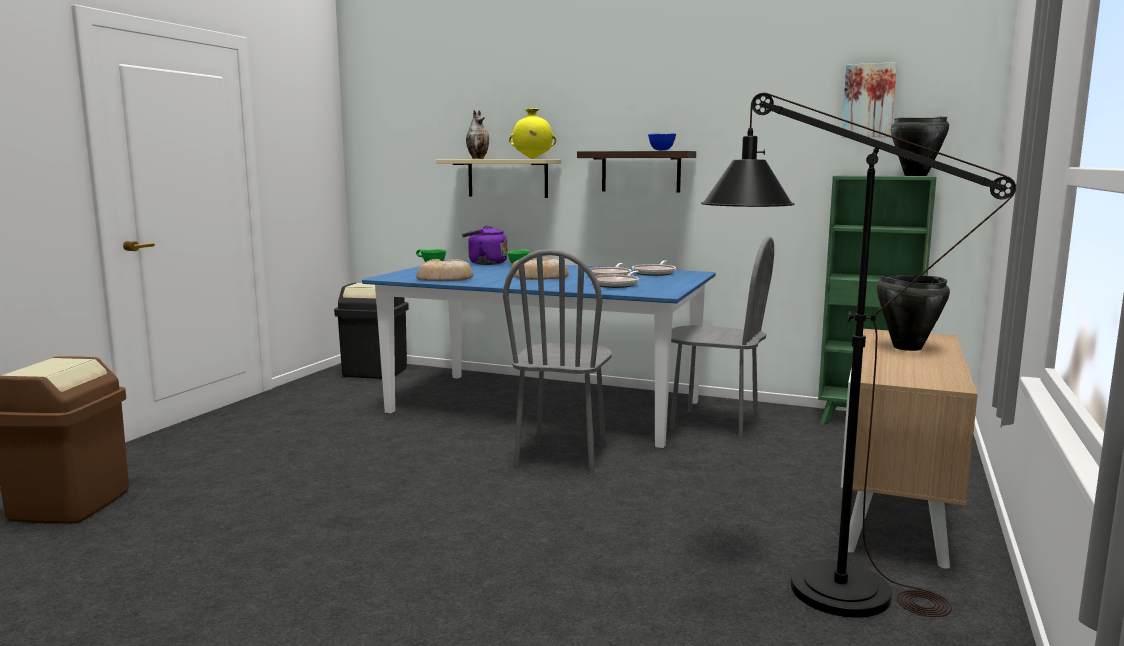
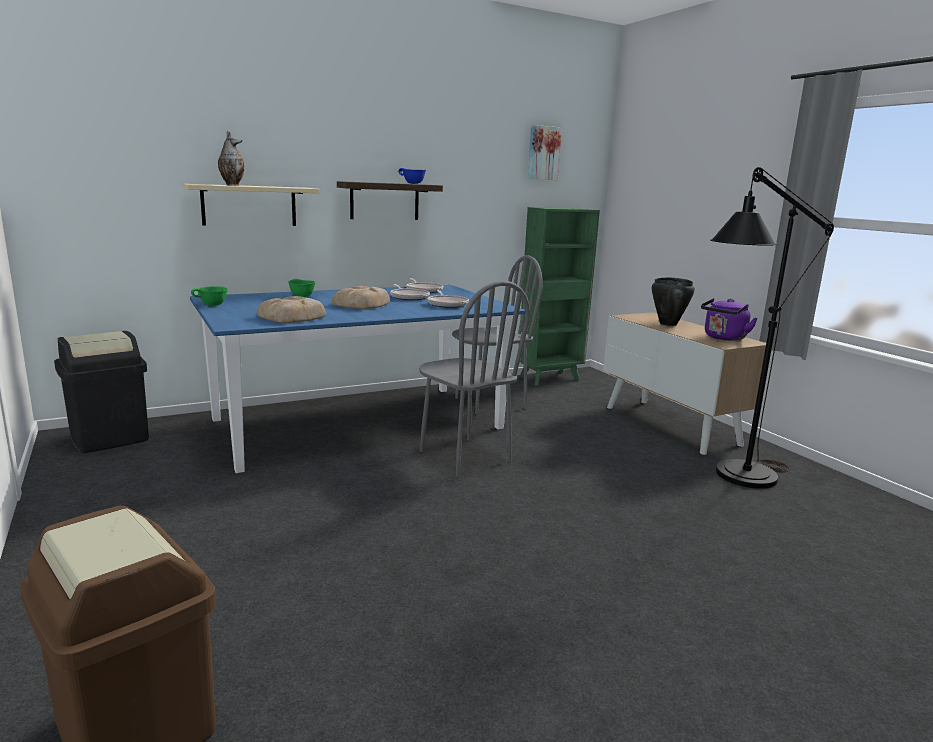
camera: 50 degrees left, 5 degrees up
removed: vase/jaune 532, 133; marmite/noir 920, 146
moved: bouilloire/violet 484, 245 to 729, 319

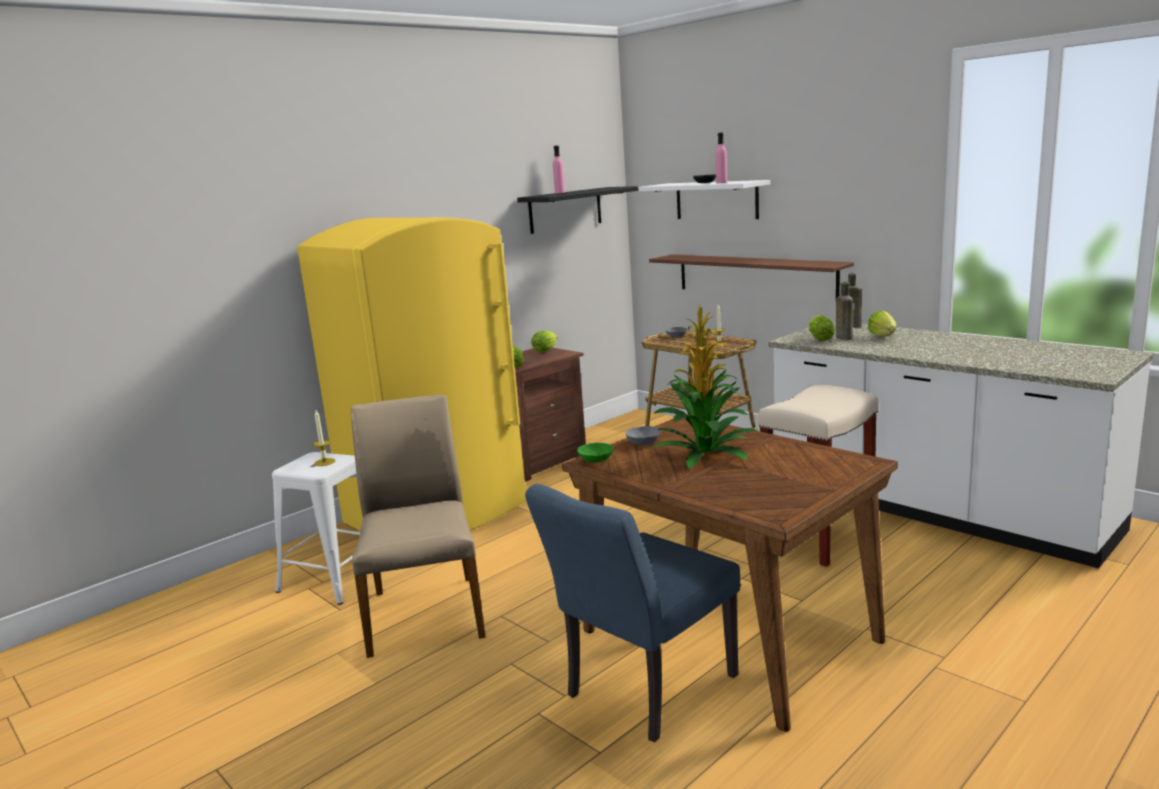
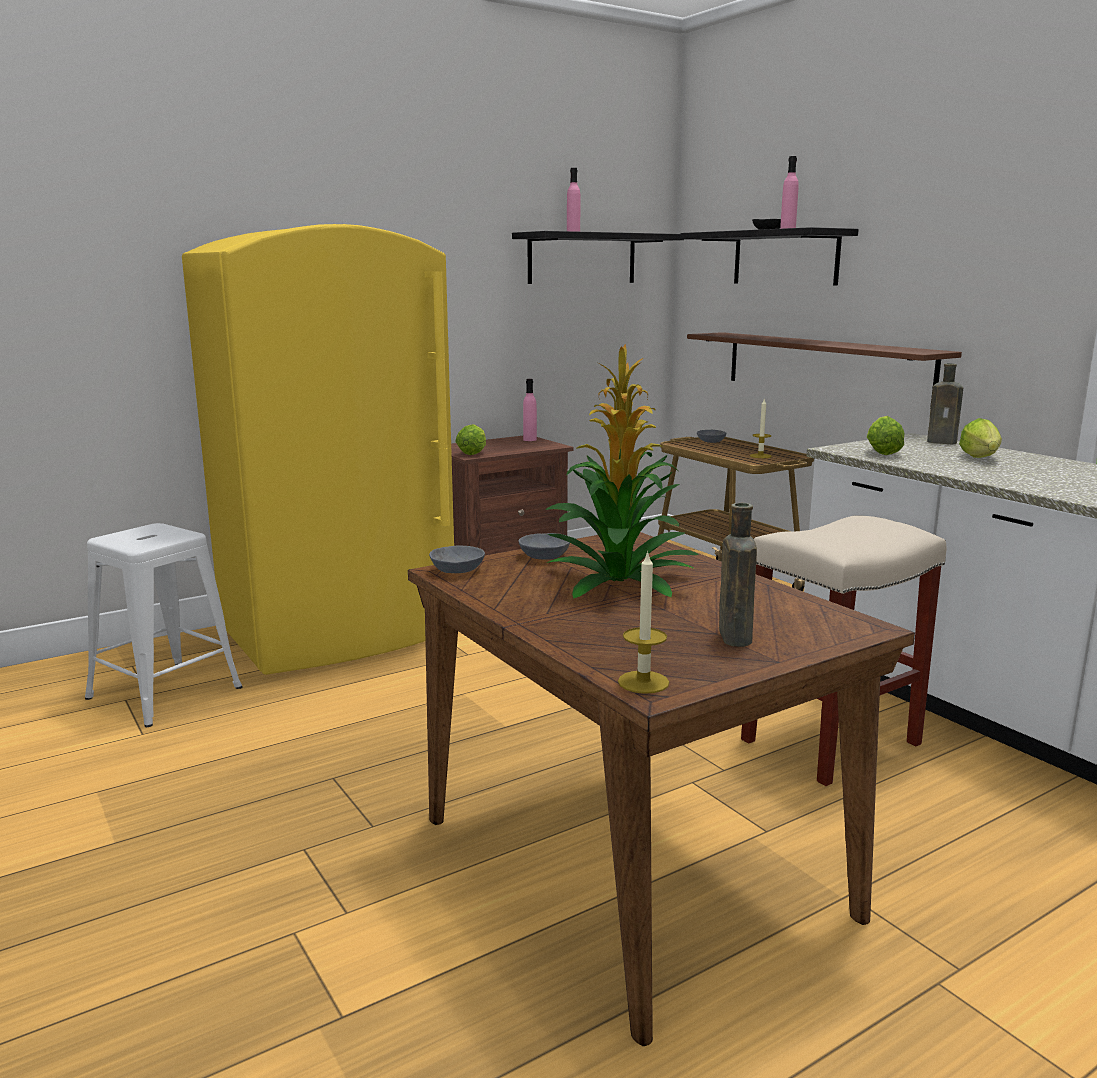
camera: 10 degrees right, 0 degrees up
removed: chaise/beige 418, 526; chaise/bleu 632, 613
moved: bougie 324, 438 to 643, 622; bouteille/marron 844, 311 to 738, 575
replaced: laitue 544, 341 to bouteille/rose 530, 410
recoloured: bol/vert 595, 453 to bol/gris 457, 559; étagère/blanc 704, 199 to étagère/noir 769, 256

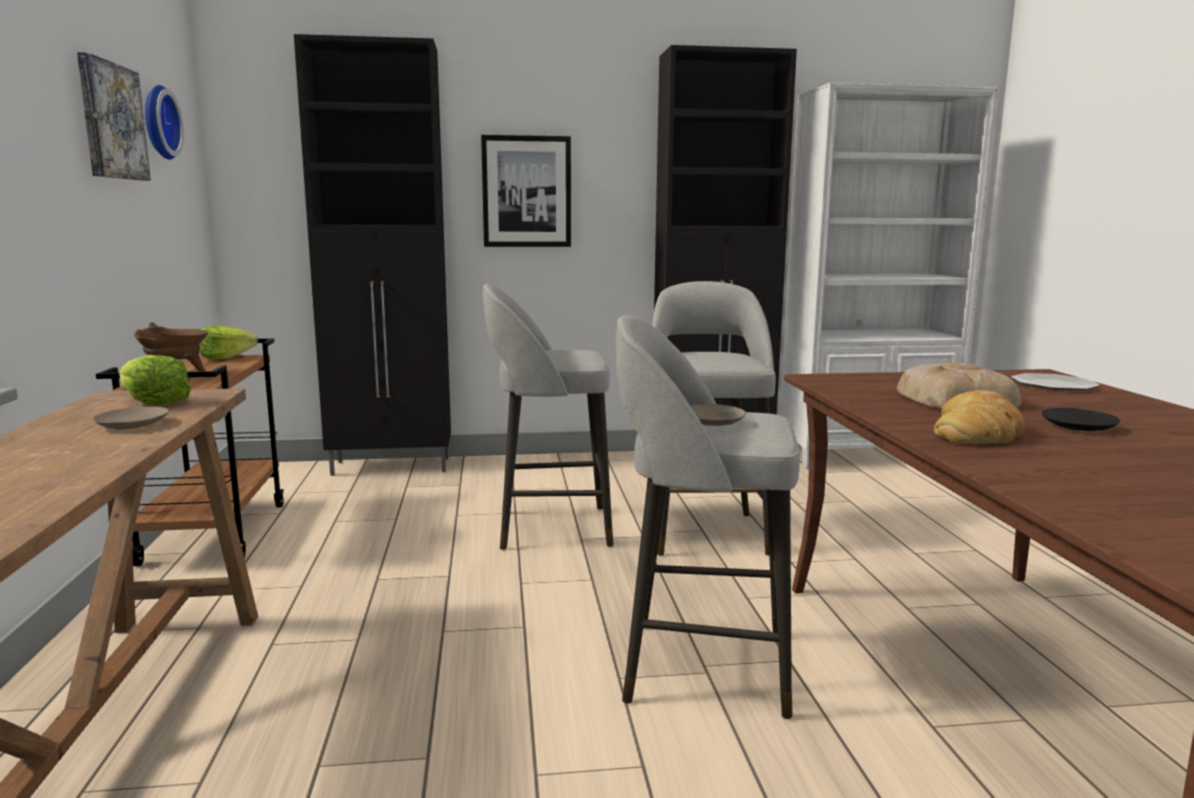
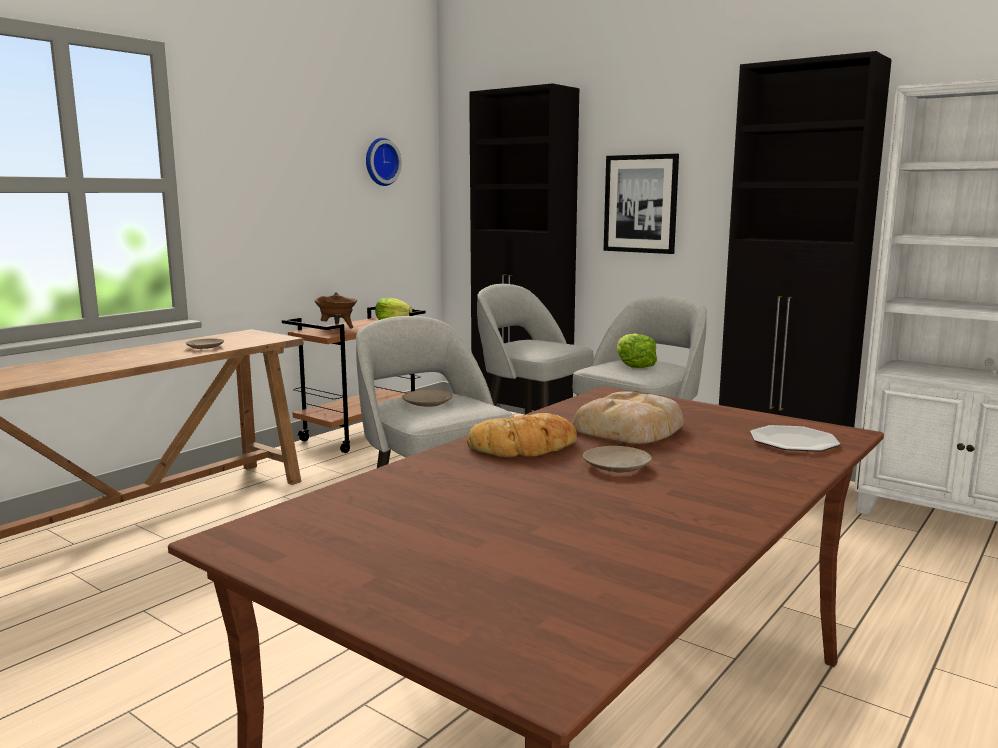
camera: 45 degrees right, 0 degrees up
removed: tableau 114, 116
moved: laitue 155, 380 to 637, 350
recoloured: assiette/noir 1080, 419 to assiette/beige 617, 459

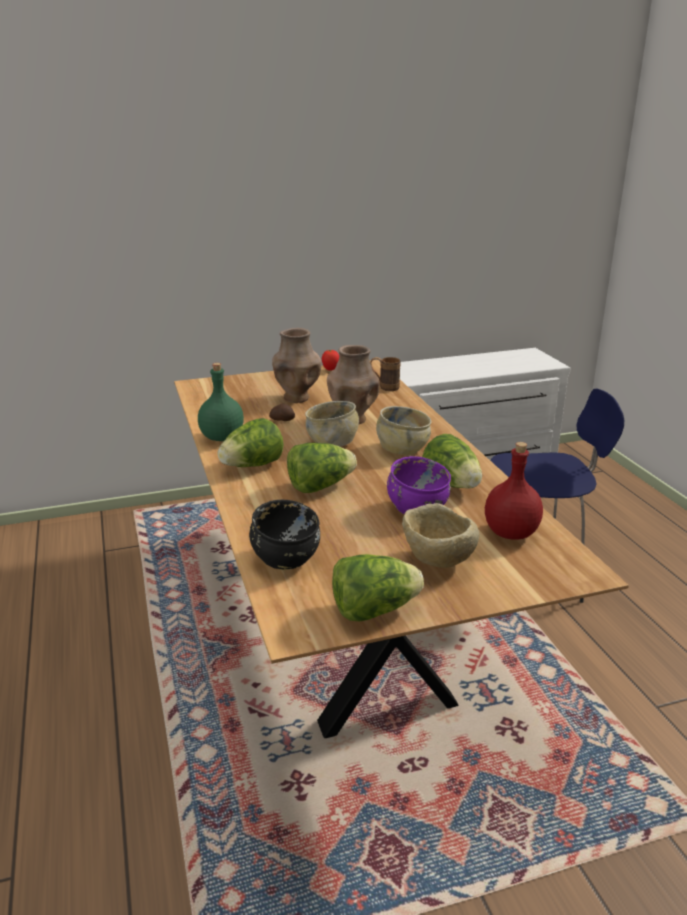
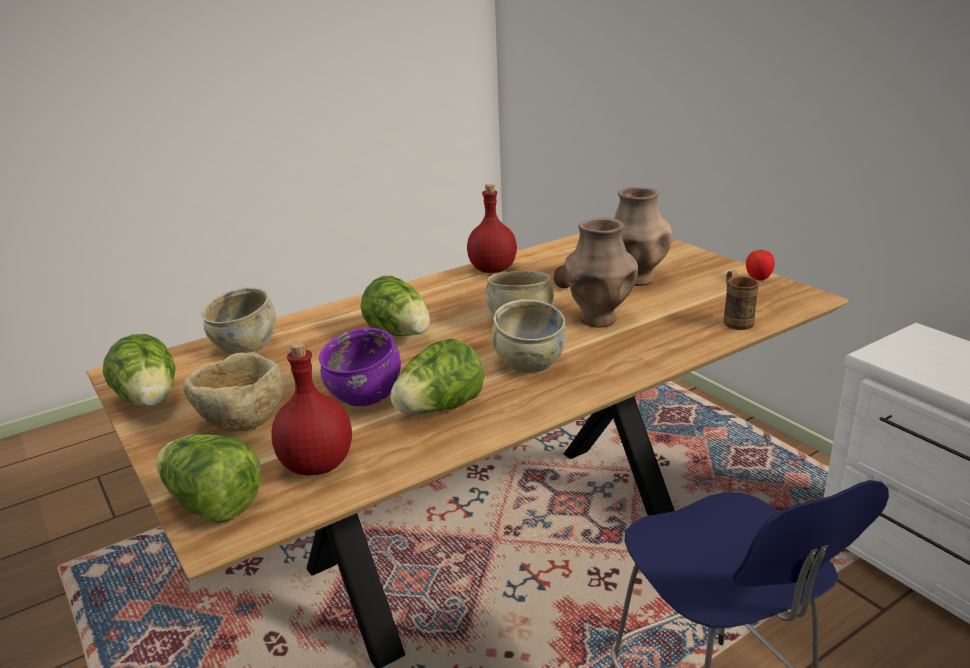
camera: 75 degrees right, 0 degrees up
moved: laitue 251, 442 to 208, 478
recoloured: bouteille/vert 221, 402 to bouteille/rouge 492, 228; bol/noir 284, 534 to bol/beige 238, 320

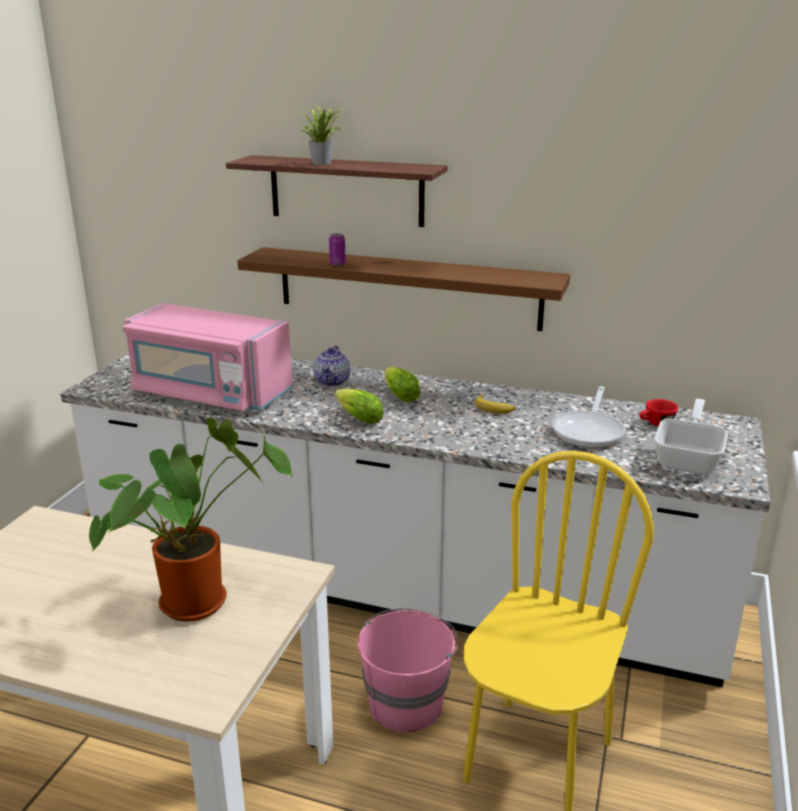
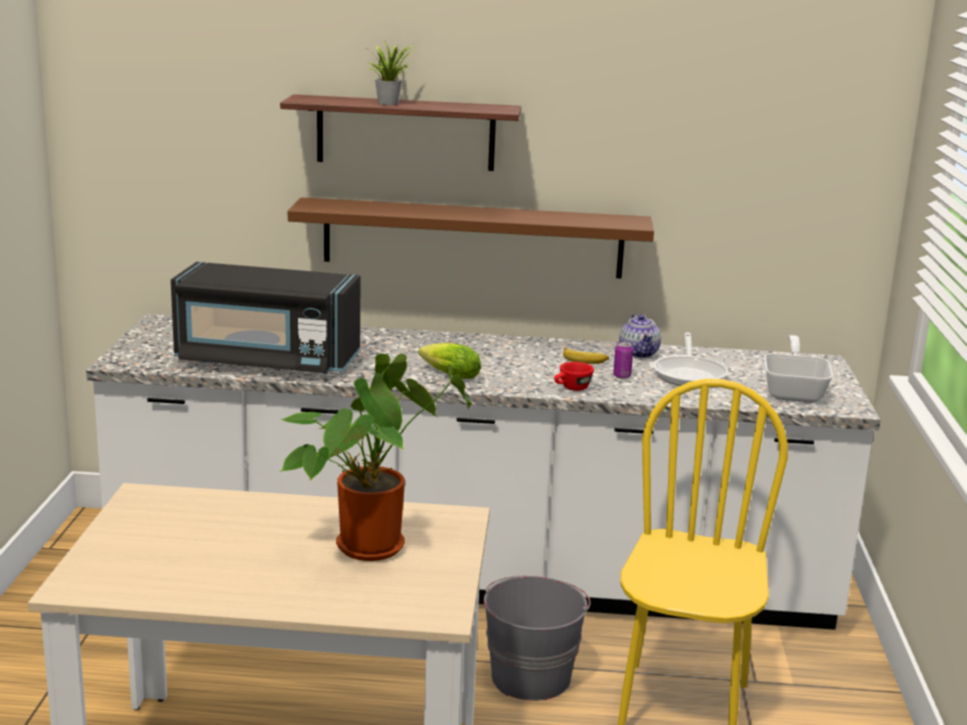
camera: 15 degrees left, 5 degrees down
removed: laitue 403, 384
moved: théière 332, 366 to 640, 336; boîte métallique 337, 249 to 623, 360; tasse/rouge 658, 412 to 574, 376
recoloured: micro-ondes/rose 207, 357 to micro-ondes/noir 266, 318; seau/rose 408, 670 to seau/gris 537, 638

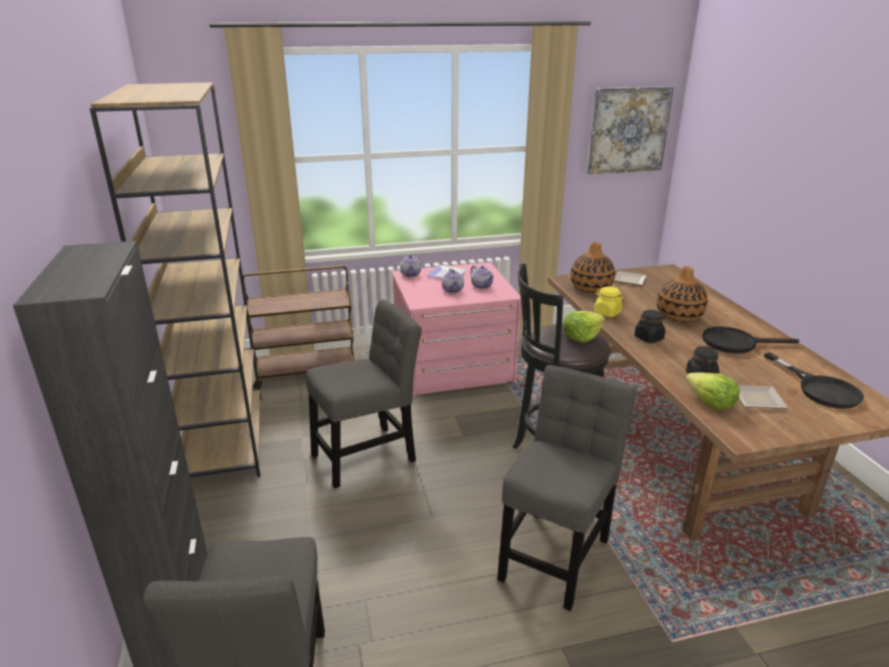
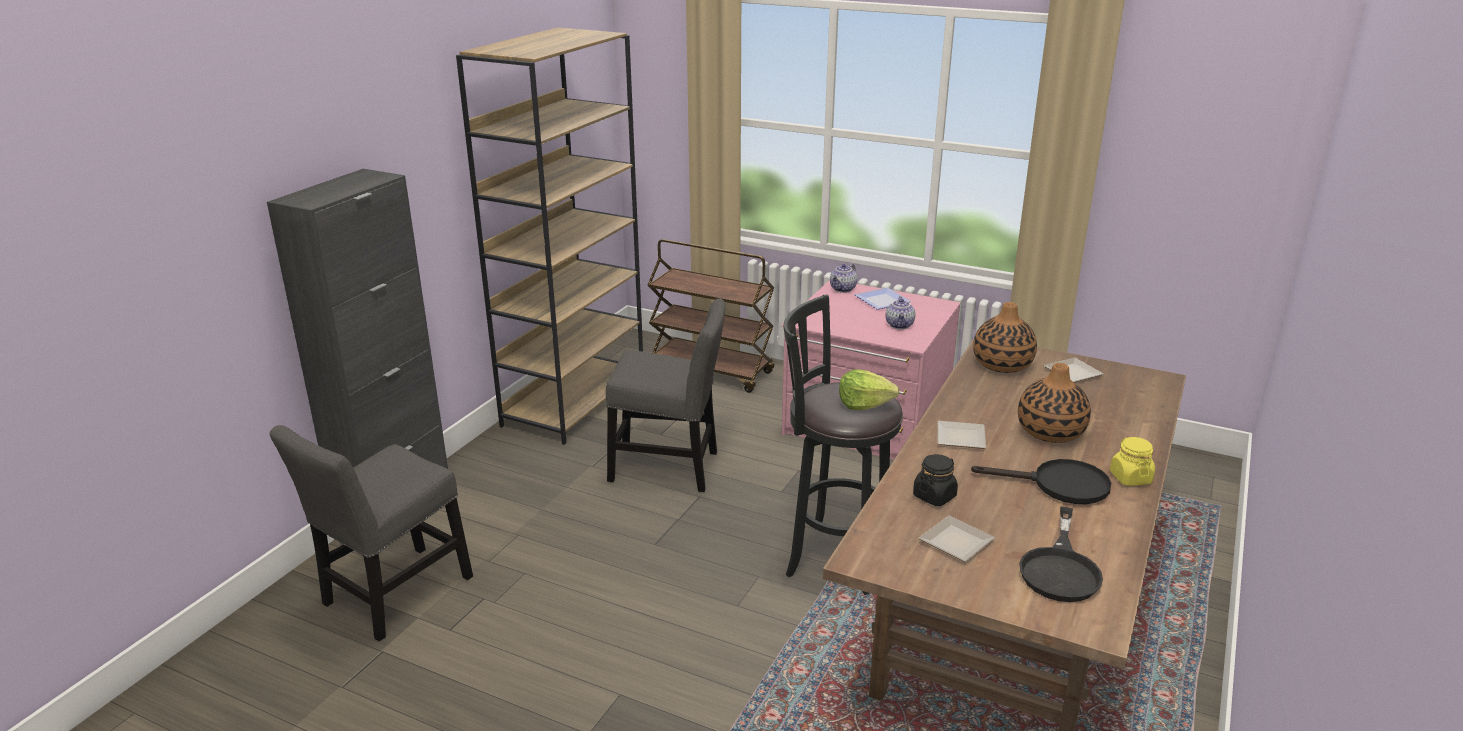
camera: 40 degrees right, 0 degrees up
removed: théière 453, 280; chaise/gris 566, 488; tableau 630, 130; laitue 712, 390
moved: bocal/jaune 608, 302 to 1132, 461
replaced: bocal/noir 649, 326 to assiette 962, 435
turned: poêle/noir 750, 340 = 1041, 481 150 degrees clockwise

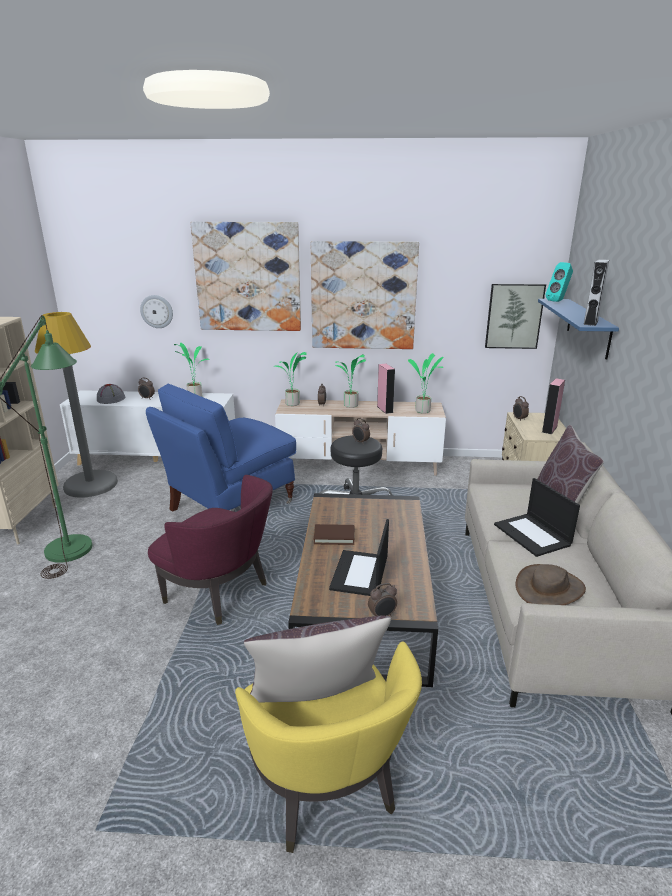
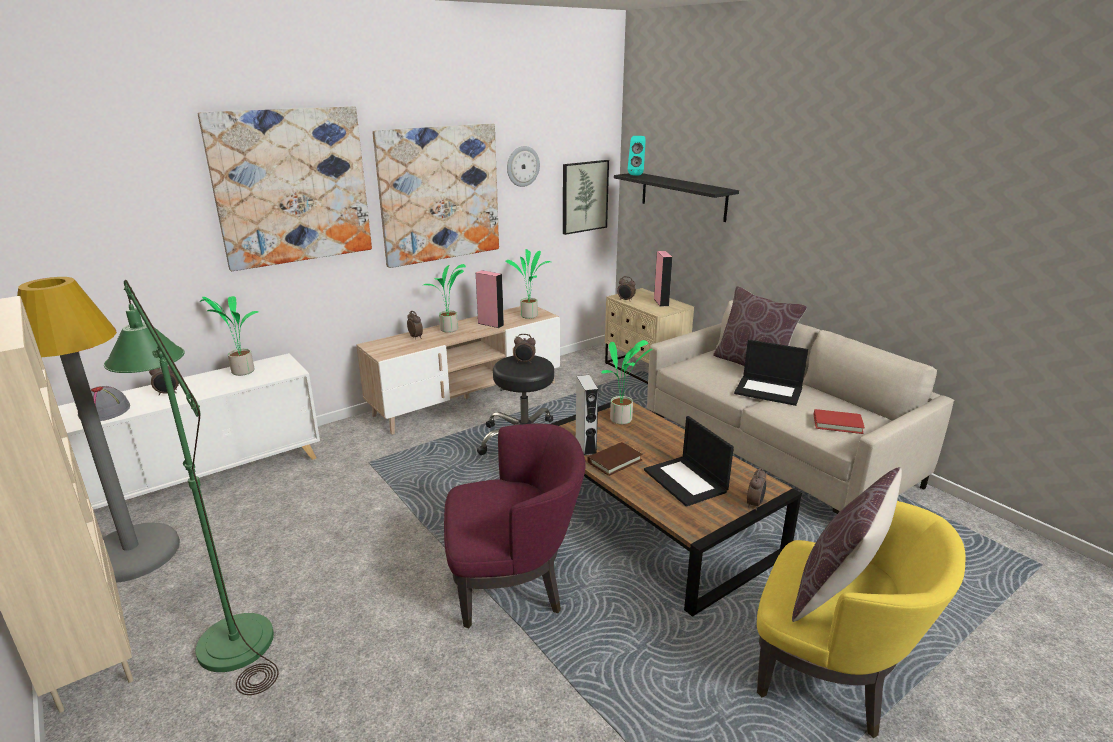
camera: 40 degrees left, 0 degrees up
removed: fauteuil/bleu 221, 448
moved: horloge murale 156, 311 to 523, 166; plante en pot 290, 379 to 626, 382; enceinte/gris 596, 292 to 587, 415
replaced: chapeau/marron 550, 584 to livre/rouge 839, 421
recoloured: étagère/bleu 578, 329 to étagère/noir 676, 197

